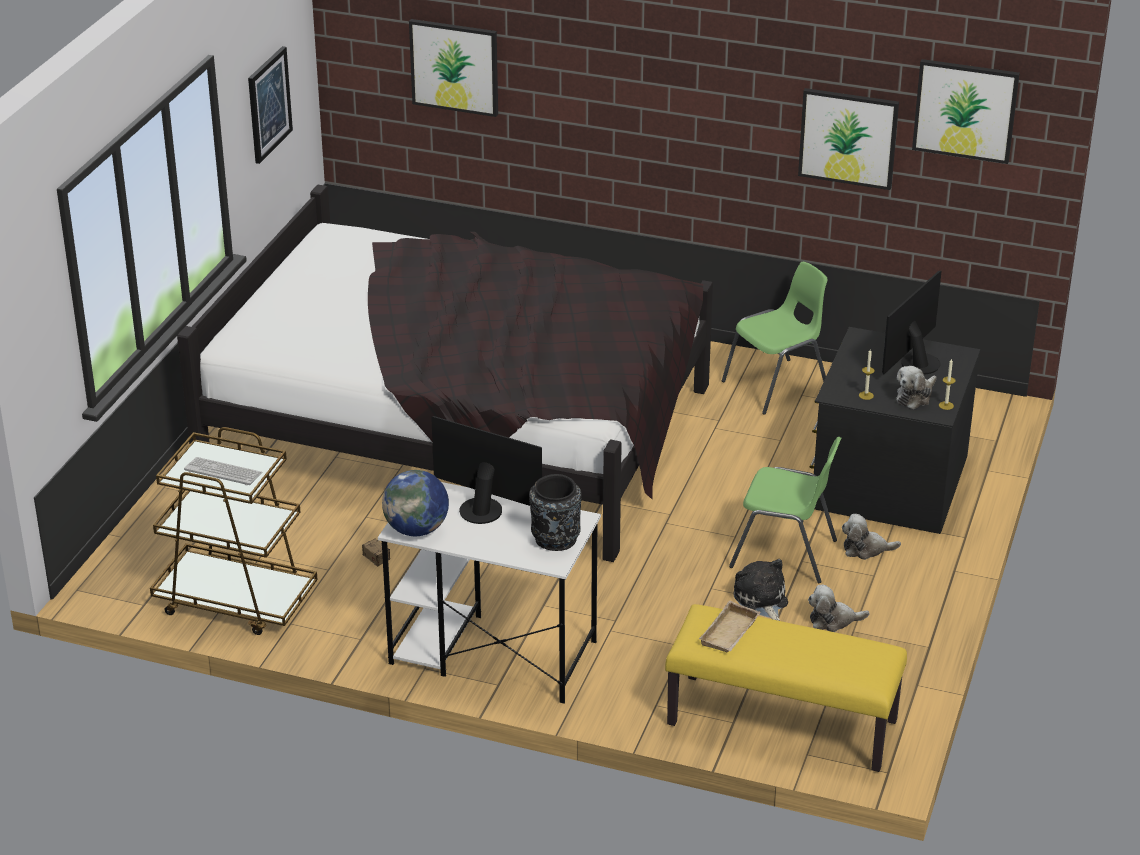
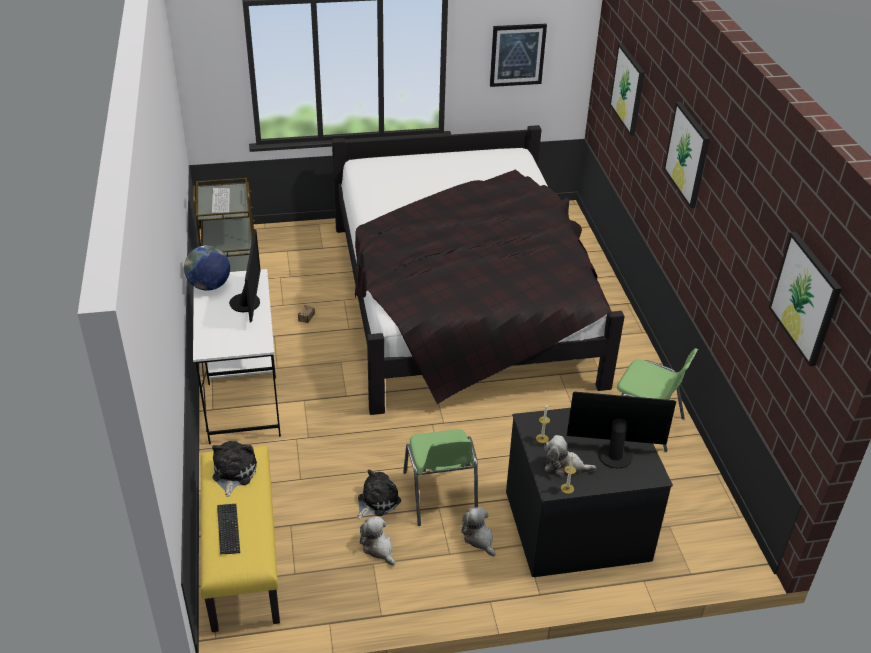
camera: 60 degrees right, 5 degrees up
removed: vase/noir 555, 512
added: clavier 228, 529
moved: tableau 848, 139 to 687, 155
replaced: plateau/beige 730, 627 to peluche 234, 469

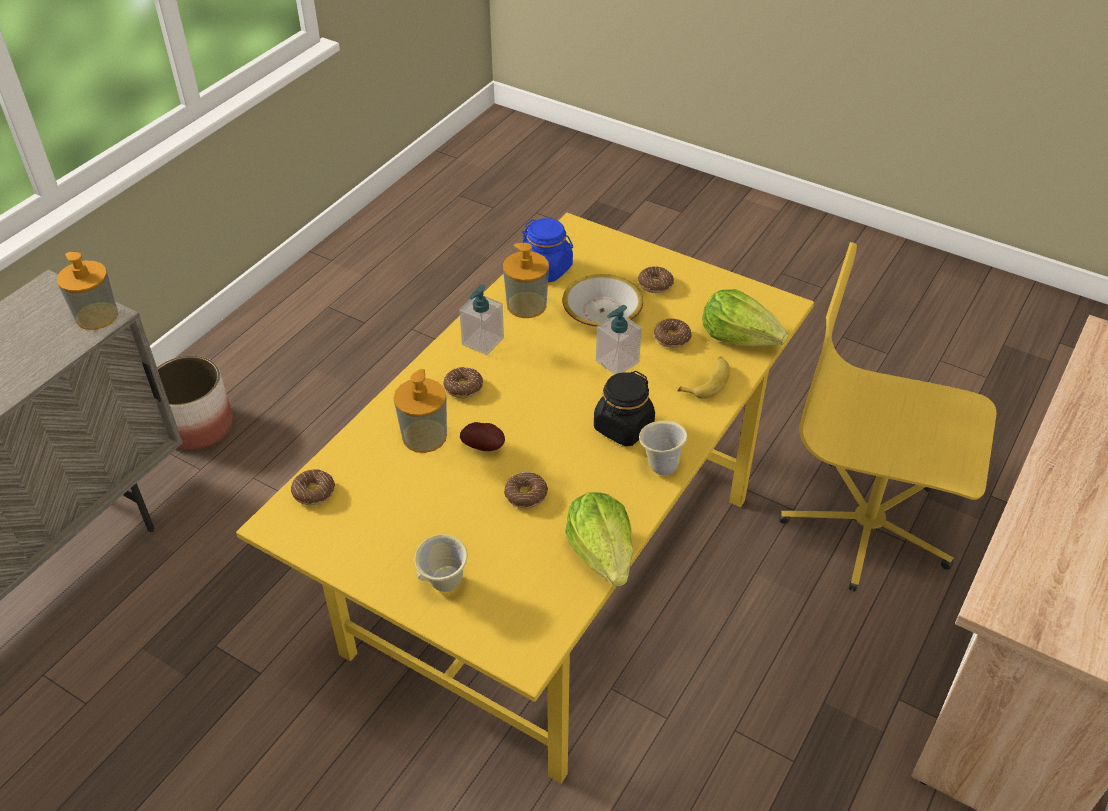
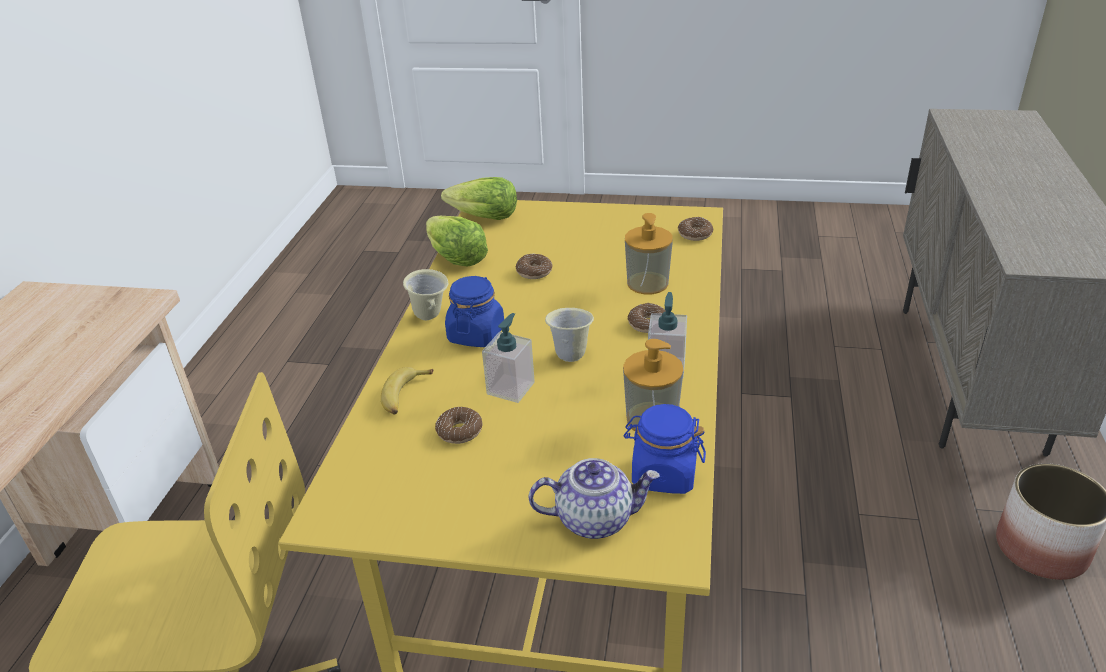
camera: 160 degrees right, 10 degrees down
removed: distributeur de savon 87, 291; pomme de terre 482, 436; bol 602, 300; beignet 656, 279
added: théière 594, 498
moved: mug/beige 441, 563 to 569, 335; laitue 745, 317 to 479, 198
recoloured: bocal/noir 624, 408 to bocal/bleu 474, 311

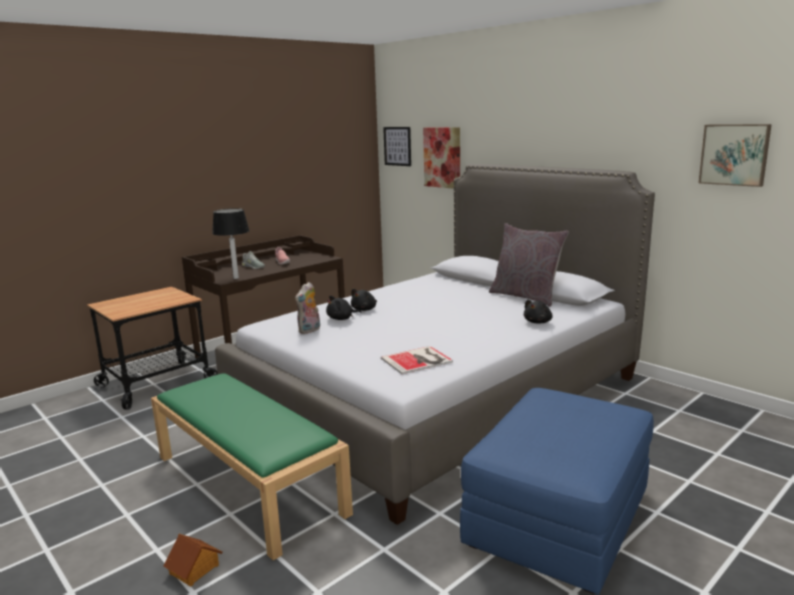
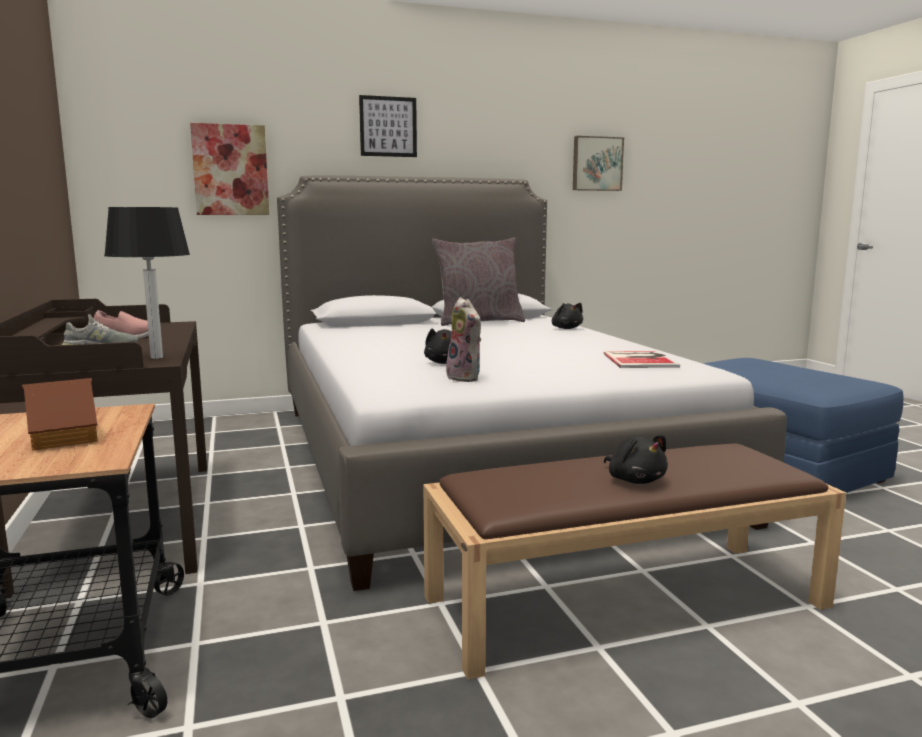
camera: 65 degrees left, 5 degrees down
moved: maison miniature 193, 560 to 60, 414; peluche/noir 364, 300 to 636, 459; tableau 397, 146 to 388, 126
recoloured: banc/vert 252, 467 to banc/marron 634, 561

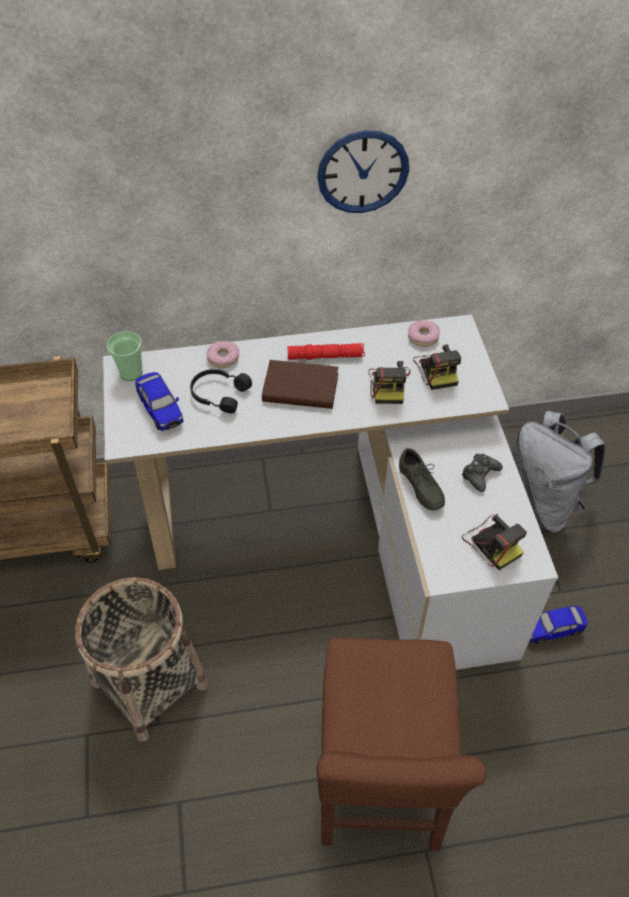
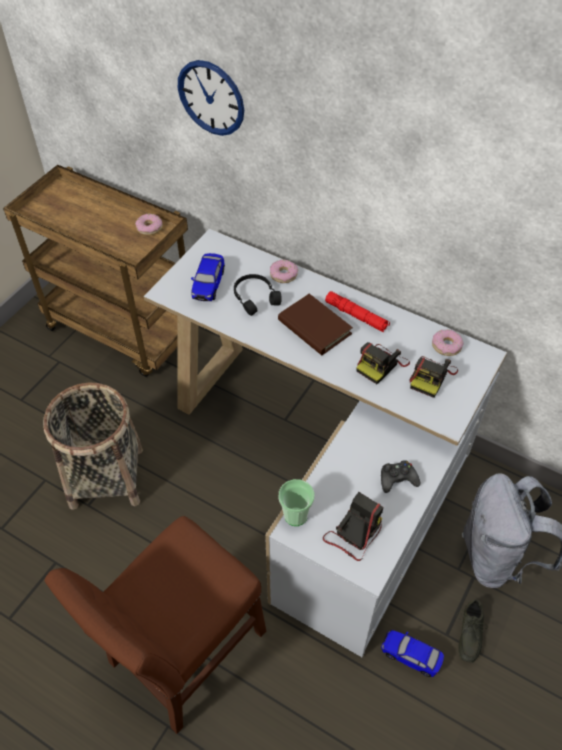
camera: 40 degrees right, 0 degrees up
added: beignet 149, 224
moved: tasse 124, 356 to 296, 502; horloge murale 363, 171 to 211, 98; chaussure/gris 422, 479 to 472, 630
turned: appareil photo 494, 542 = 353, 526 150 degrees counterclockwise

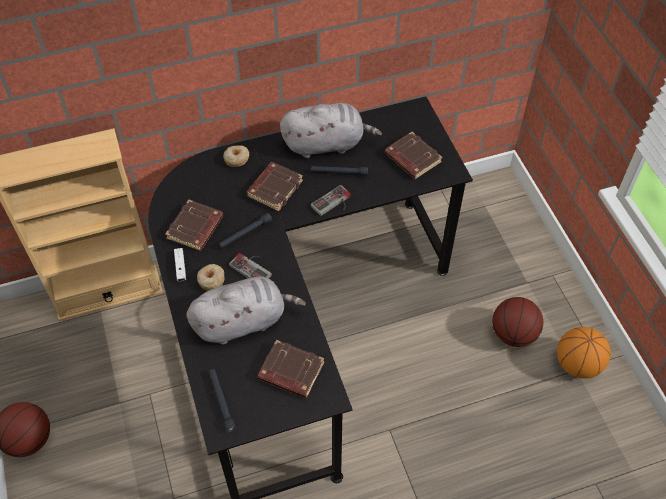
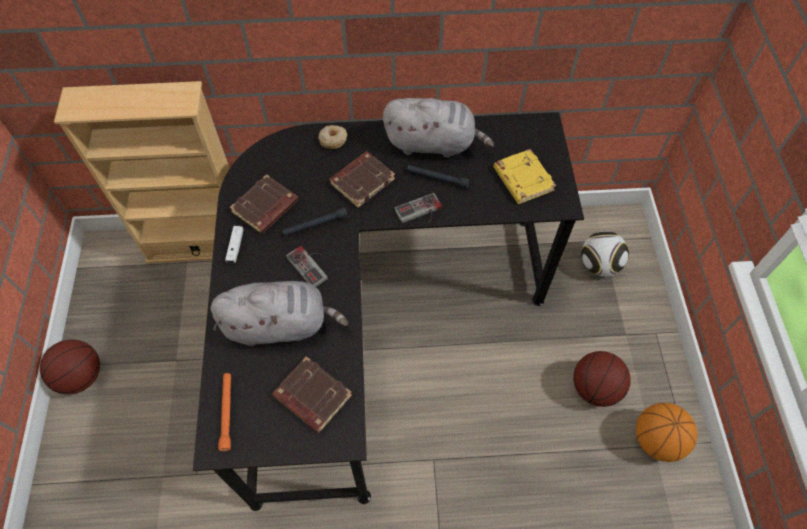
camera: 15 degrees right, 5 degrees up
removed: beignet 210, 277
added: ballon de foot 605, 254
recoloured: lampe de poche/noir 222, 401 to lampe de poche/orange 224, 412; livre/marron 414, 155 to livre/jaune 524, 176

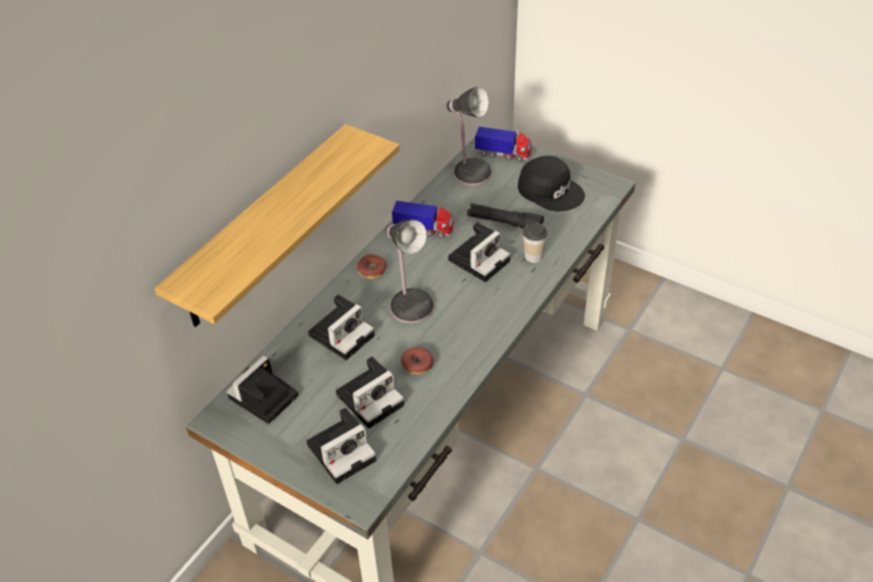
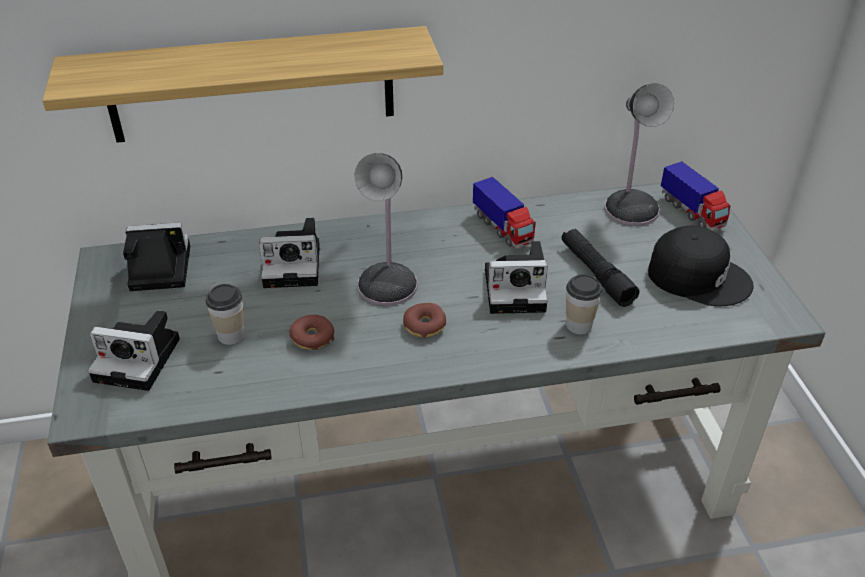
camera: 45 degrees right, 5 degrees down
moved: beignet 372, 266 to 424, 320
replaced: appareil photo 370, 392 to tasse 224, 314
turned: casquette/noir 551, 183 = 701, 266 60 degrees counterclockwise

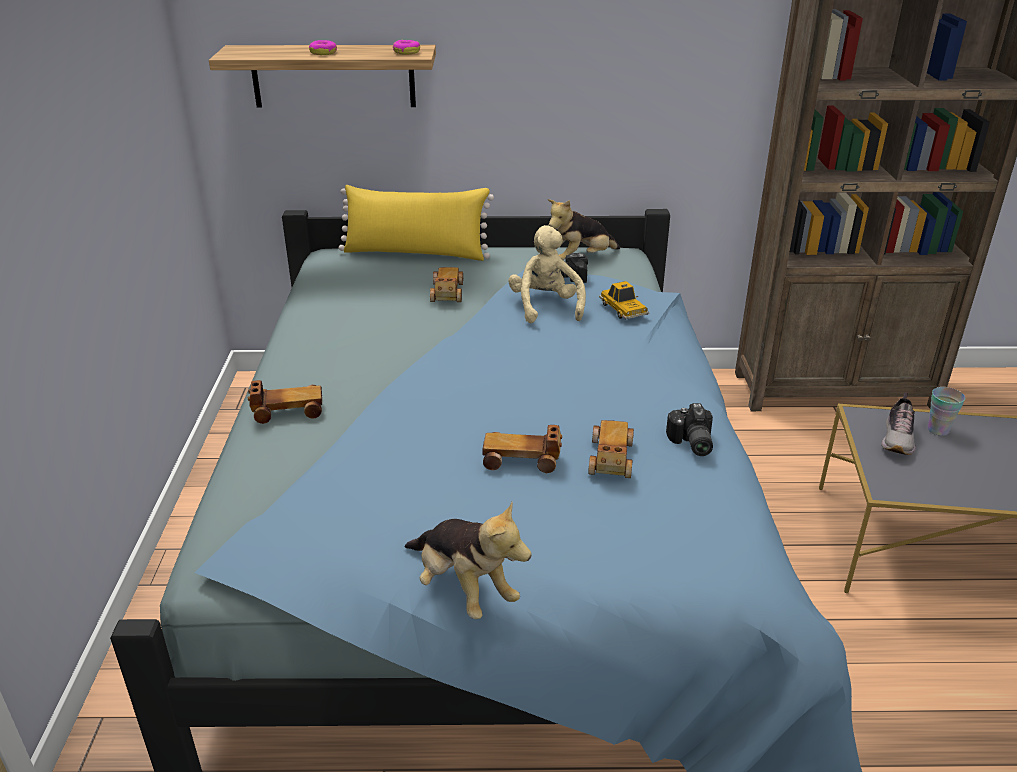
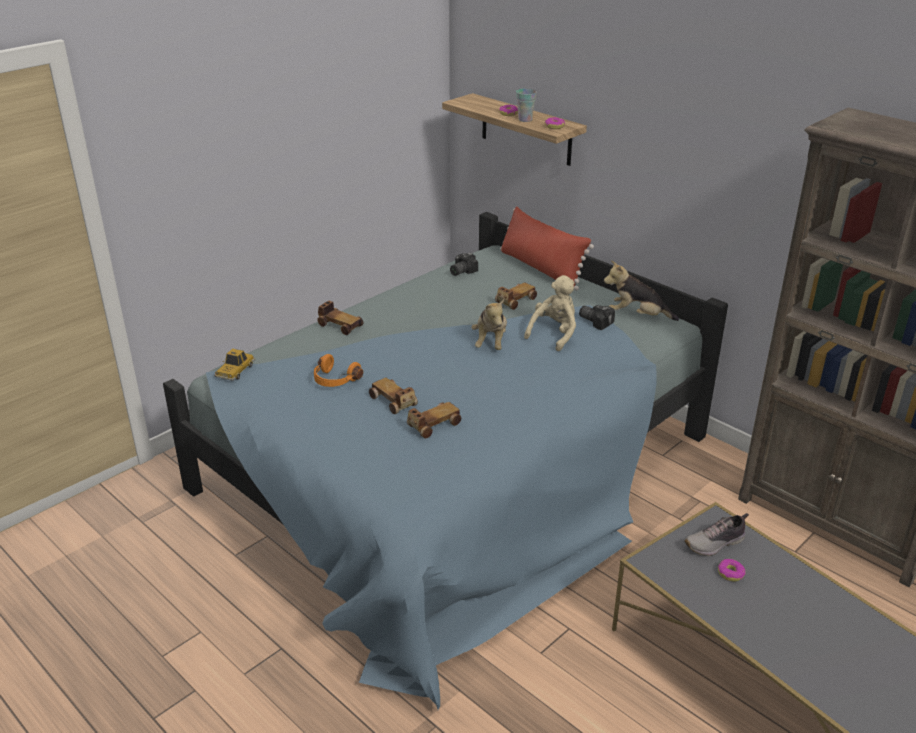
camera: 45 degrees right, 0 degrees up
added: casque audio/orange 338, 370; beignet 732, 570
moved: peluche 468, 560 to 489, 324; petite voiture 624, 300 to 234, 364; appareil photo 689, 429 to 464, 264; tasse 946, 411 to 526, 105
recoloured: coussin/jaune 416, 223 to coussin/rouge 547, 248

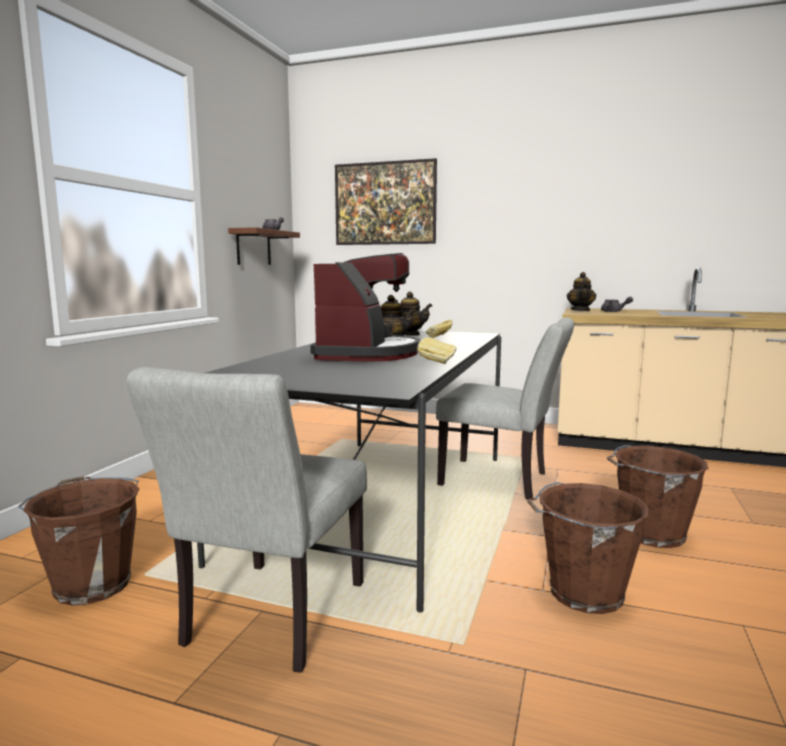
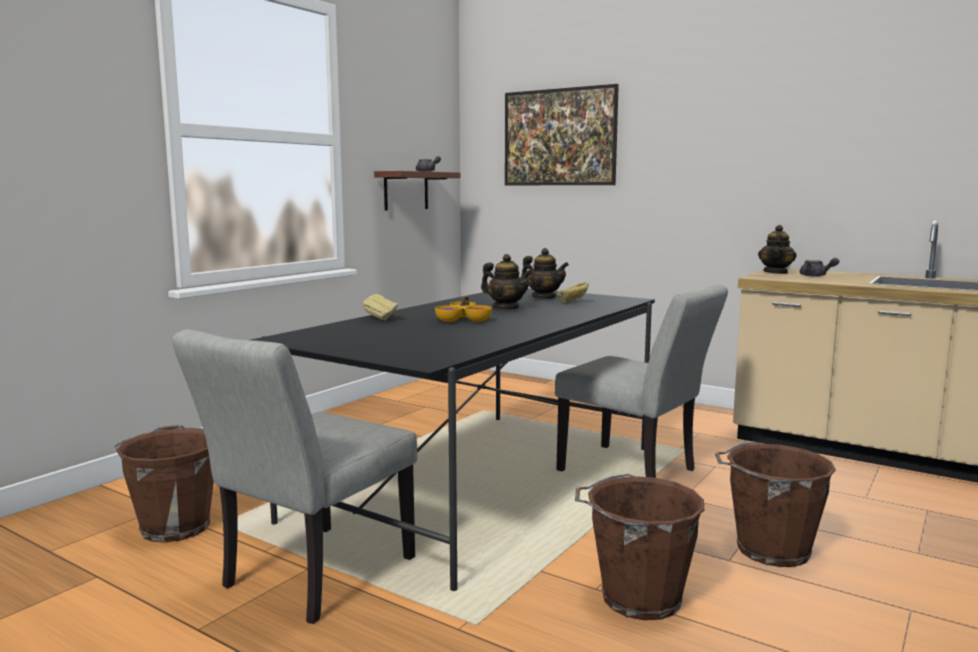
camera: 15 degrees right, 0 degrees up
moved: pain 437, 350 to 380, 307
replaced: machine à café 365, 307 to bol 463, 309

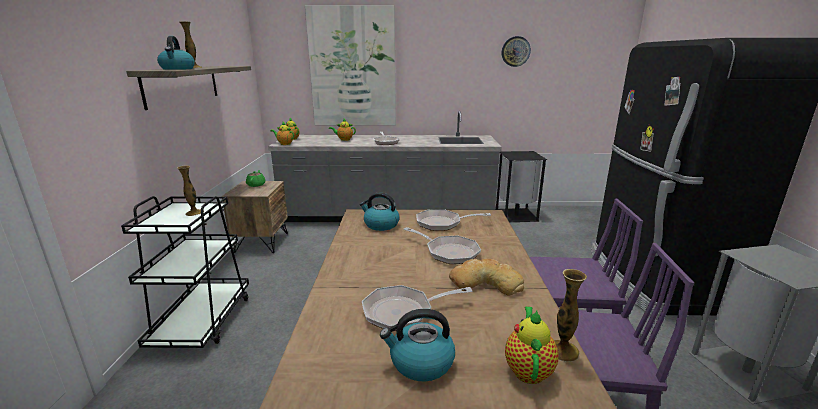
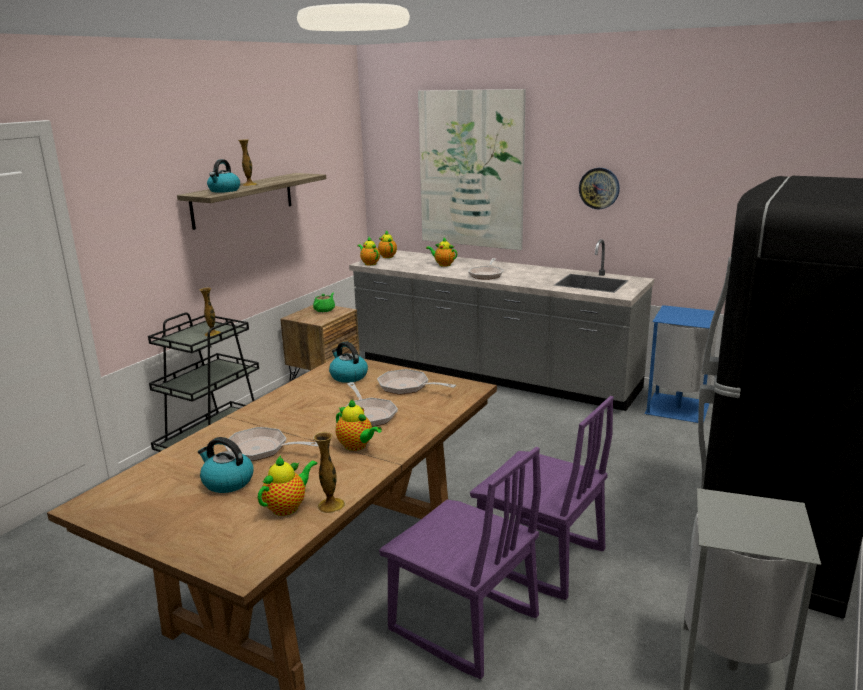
camera: 30 degrees right, 0 degrees up
moved: horloge murale 516, 51 to 599, 188
replaced: pain 486, 277 to théière 359, 425
recoloured: poubelle/noir 521, 186 to poubelle/bleu 682, 364

